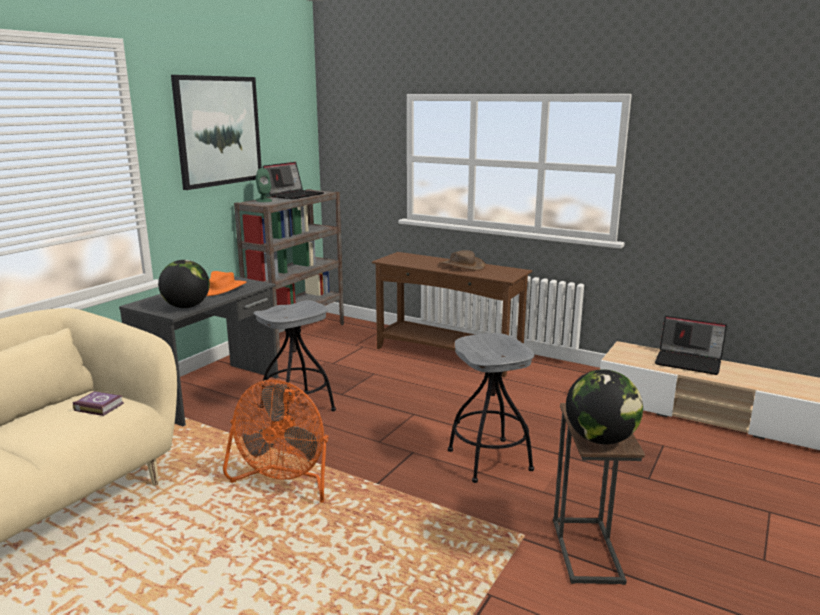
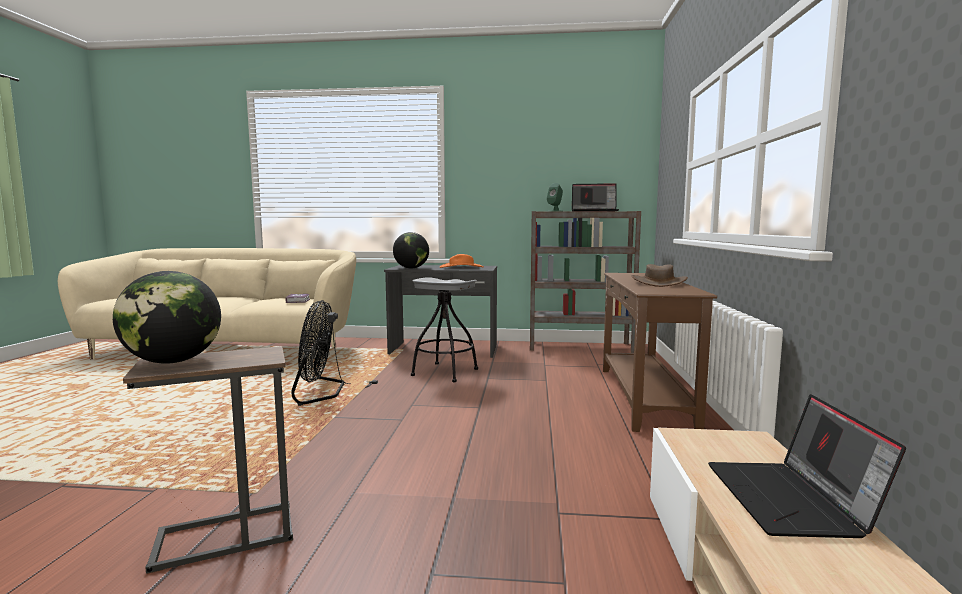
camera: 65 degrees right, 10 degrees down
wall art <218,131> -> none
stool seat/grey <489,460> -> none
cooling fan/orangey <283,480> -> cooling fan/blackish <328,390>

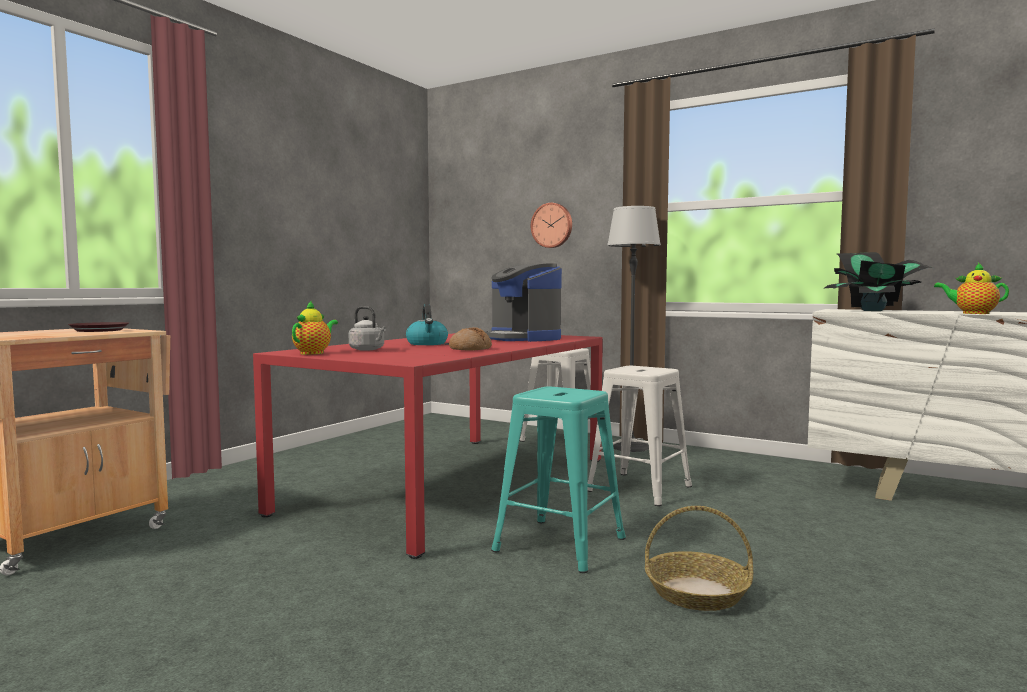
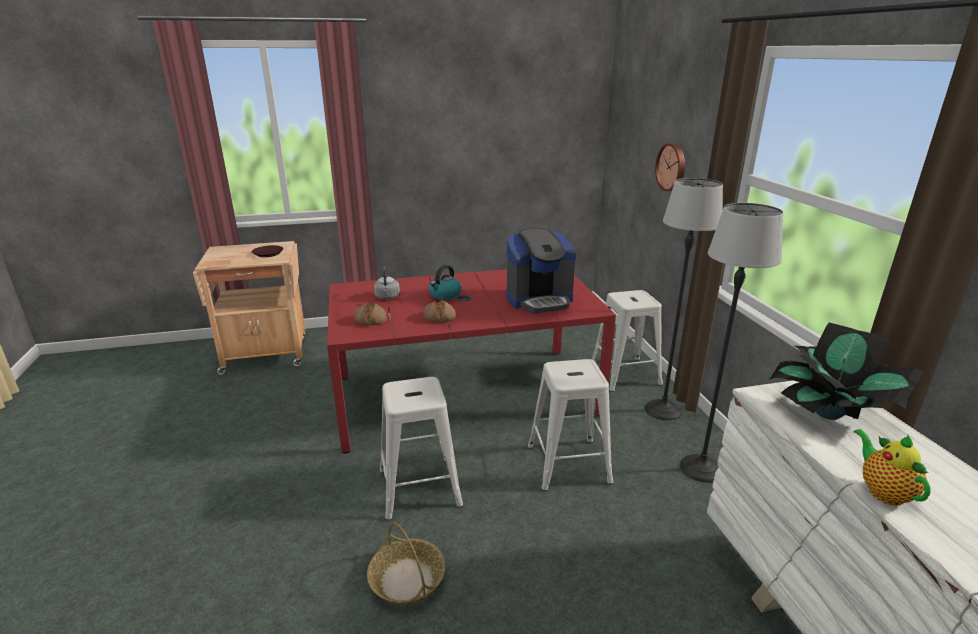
camera: 45 degrees right, 20 degrees up
coffee maker <523,338> -> coffee maker <539,300>, 120 degrees counterclockwise
tea pot <314,353> -> none
stool seat/turquoise-coloured <560,545> -> stool seat/whitish <419,488>
none -> standard lamp <701,468>
none -> baked bread <371,320>

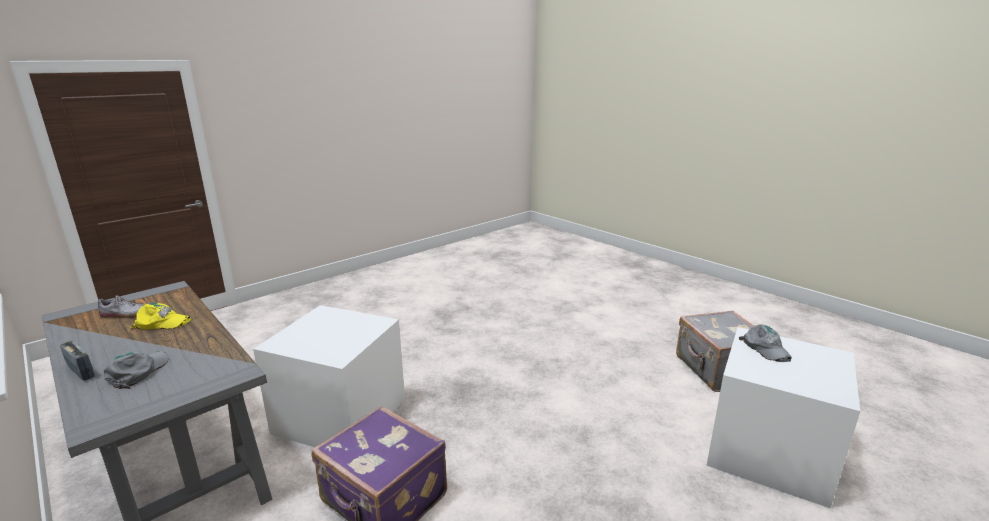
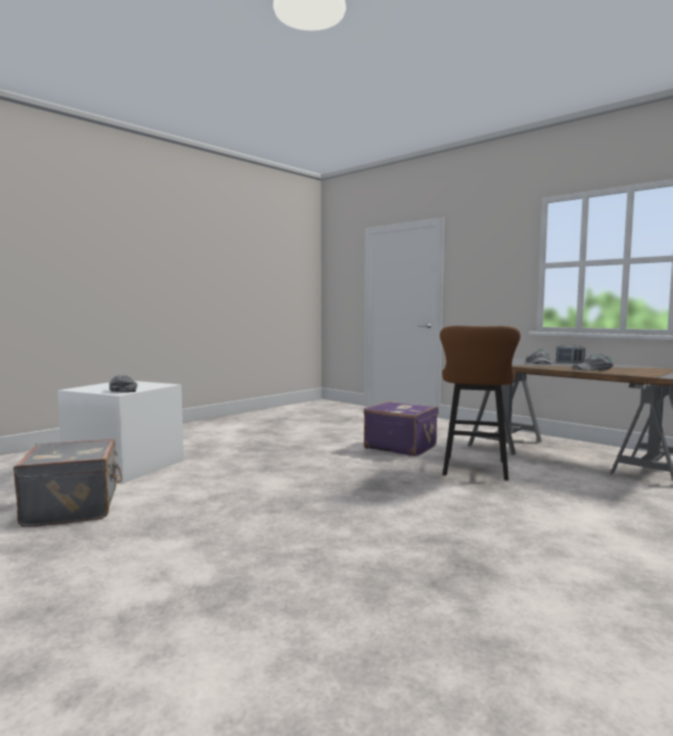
camera: 175 degrees right, 15 degrees down
item of footwear <126,314> -> none
cap/yellowish <162,322> -> cap/grey <593,369>
storage box/whitish <342,414> -> stool seat/brownish <475,470>

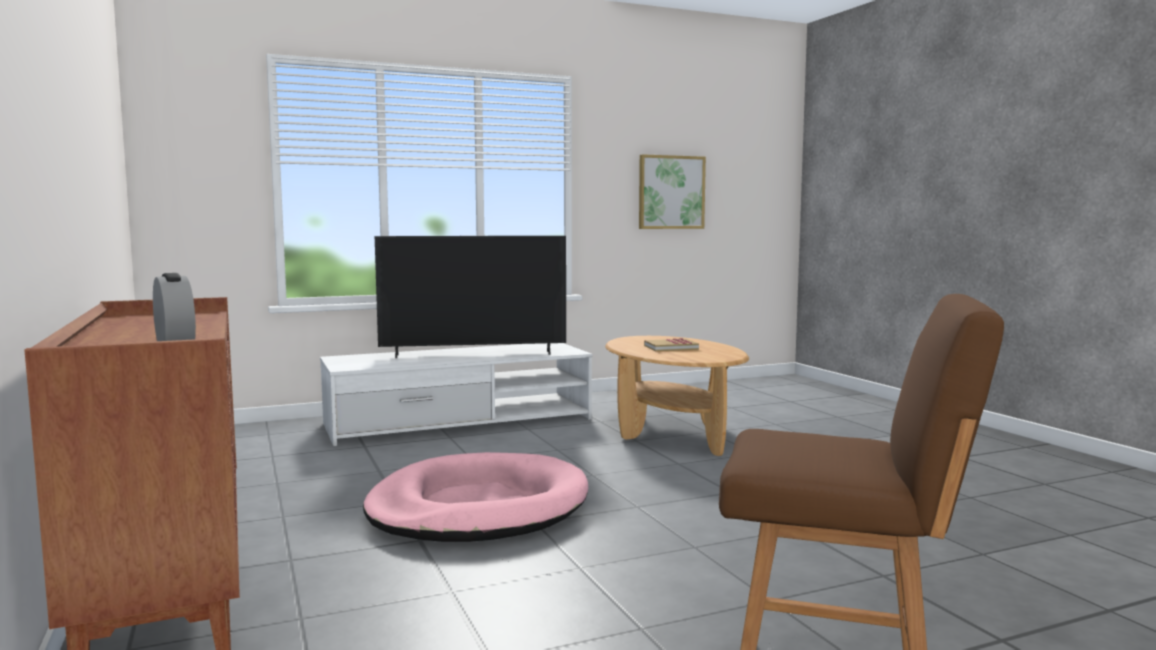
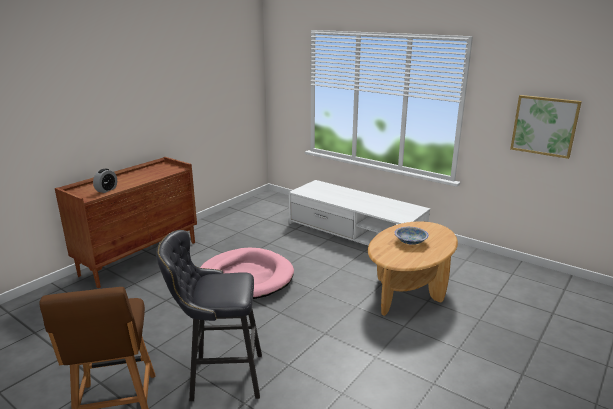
camera: 60 degrees right, 15 degrees up
television <473,354> -> none
bound book <671,347> -> serving bowl <410,241>
none -> stool seat/blackish <217,376>

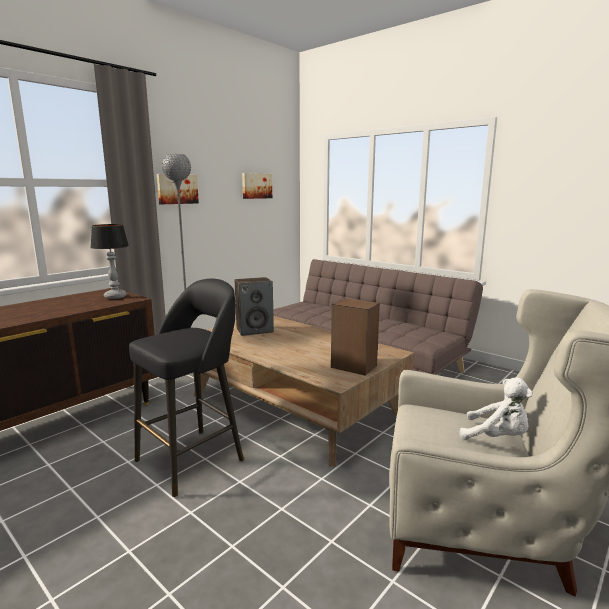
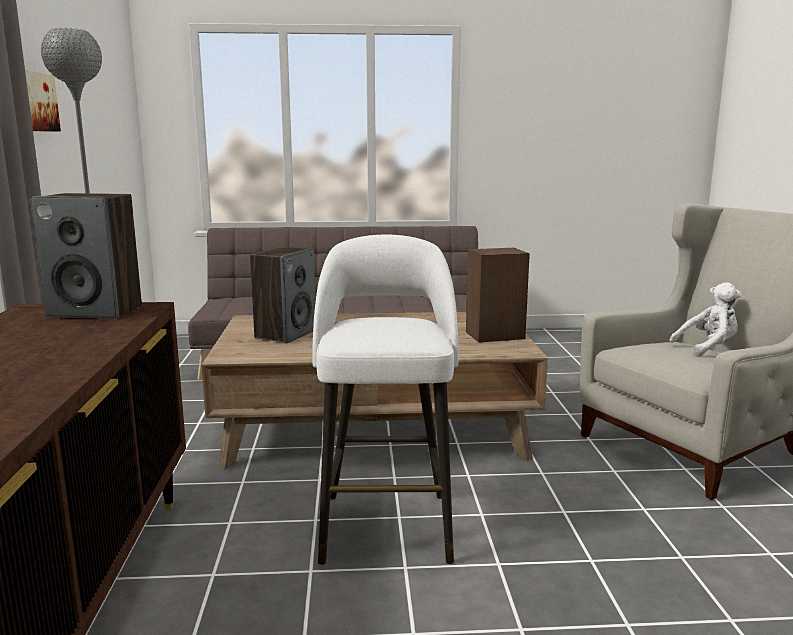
camera: 45 degrees left, 0 degrees up
wall art <256,186> -> none
table lamp <116,297> -> speaker <96,311>
stool seat/blackish <192,459> -> stool seat/whitish <386,524>

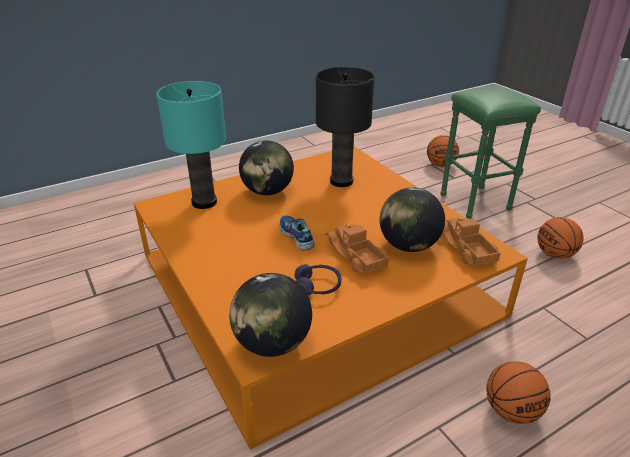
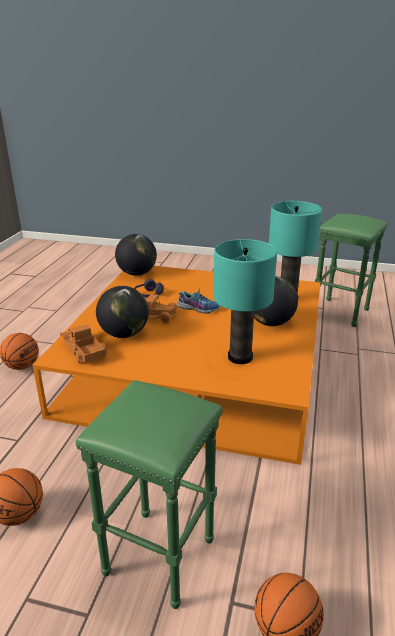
camera: 135 degrees right, 5 degrees down
table lamp/blackish <341,181> -> table lamp/turquoise-coloured <240,357>
toy lorry <465,248> -> toy lorry <83,350>, 150 degrees counterclockwise
none -> stool seat/green-coloured <341,312>

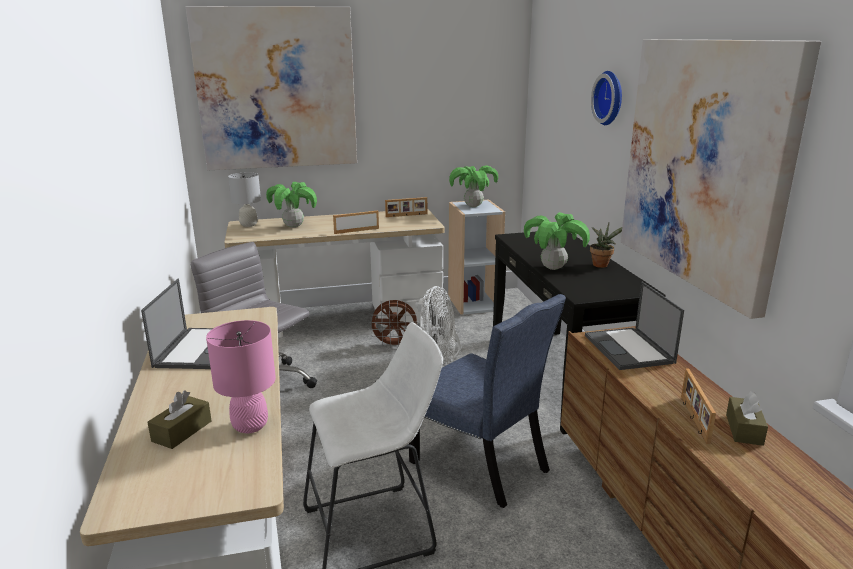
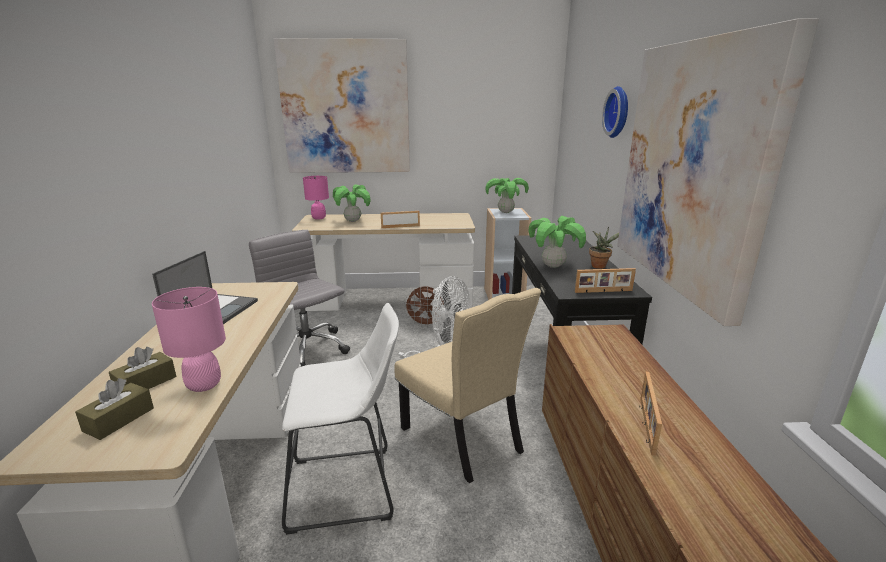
camera: 10 degrees right, 0 degrees up
table lamp/grey <249,225> -> table lamp/pinkish <319,218>
standing frame <406,215> -> standing frame <603,291>, relocated
laptop <629,349> -> none
upright chair/blue <479,463> -> upright chair/sand-coloured <461,436>
tissue box/brownish <744,429> -> tissue box/brownish <119,419>, relocated

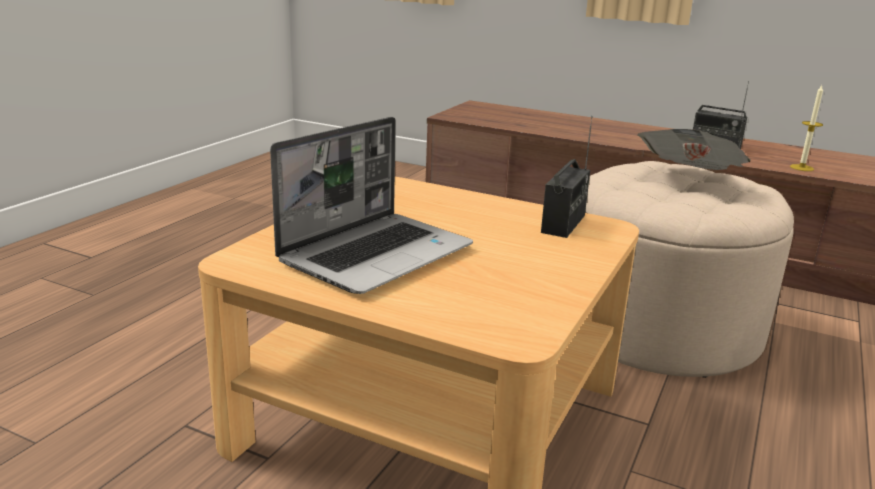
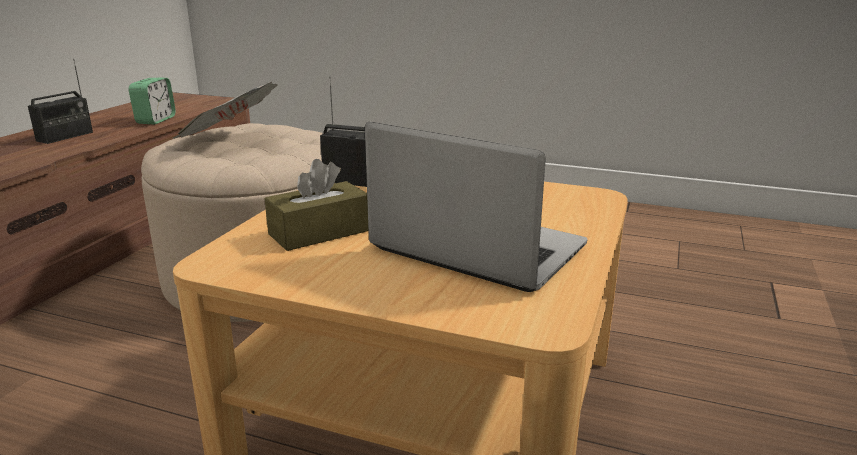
camera: 95 degrees left, 0 degrees up
candle <801,168> -> table clock <156,120>
none -> tissue box/brownish <319,232>

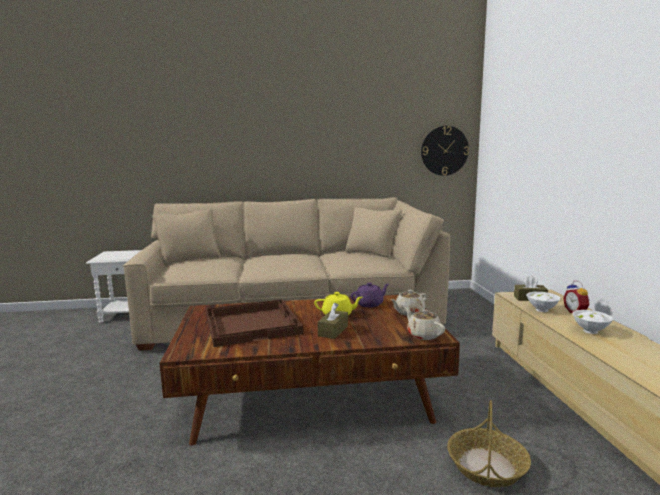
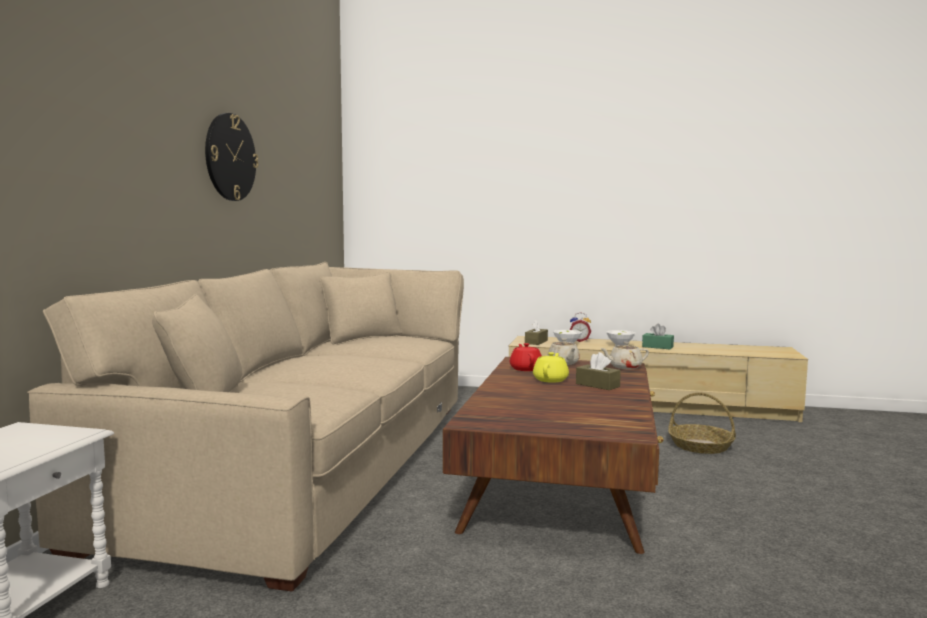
camera: 70 degrees left, 5 degrees down
wall clock <444,150> -> wall clock <230,157>, relocated
tea pot/purple-coloured <370,304> -> tea pot/reddish <526,369>
tray/brownish <252,323> -> none
none -> tissue box/green-coloured <657,347>

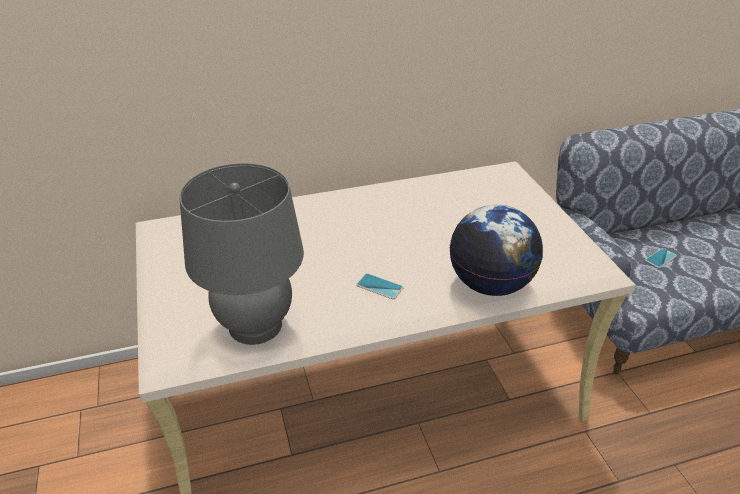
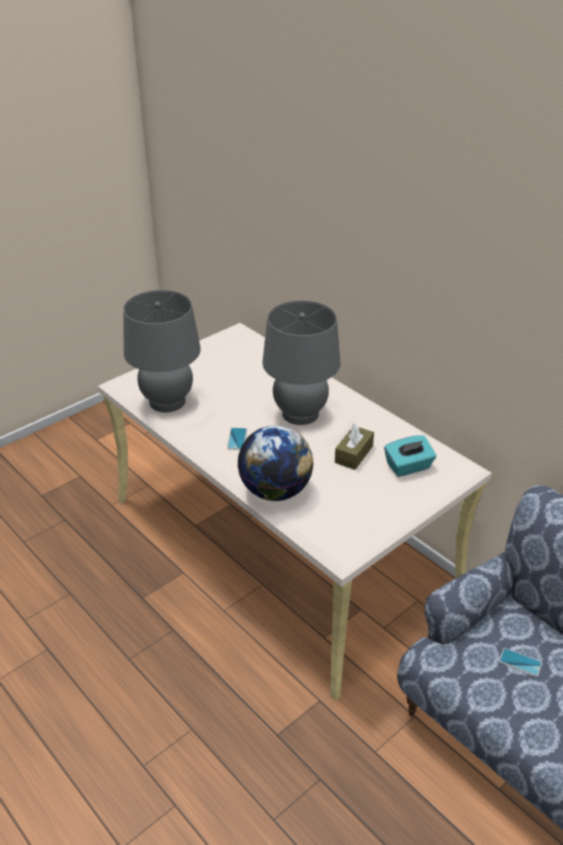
camera: 65 degrees right, 0 degrees up
none -> table lamp/grey <300,414>
none -> tissue box/brownish <354,454>
none -> tissue box/turquoise-coloured <408,467>

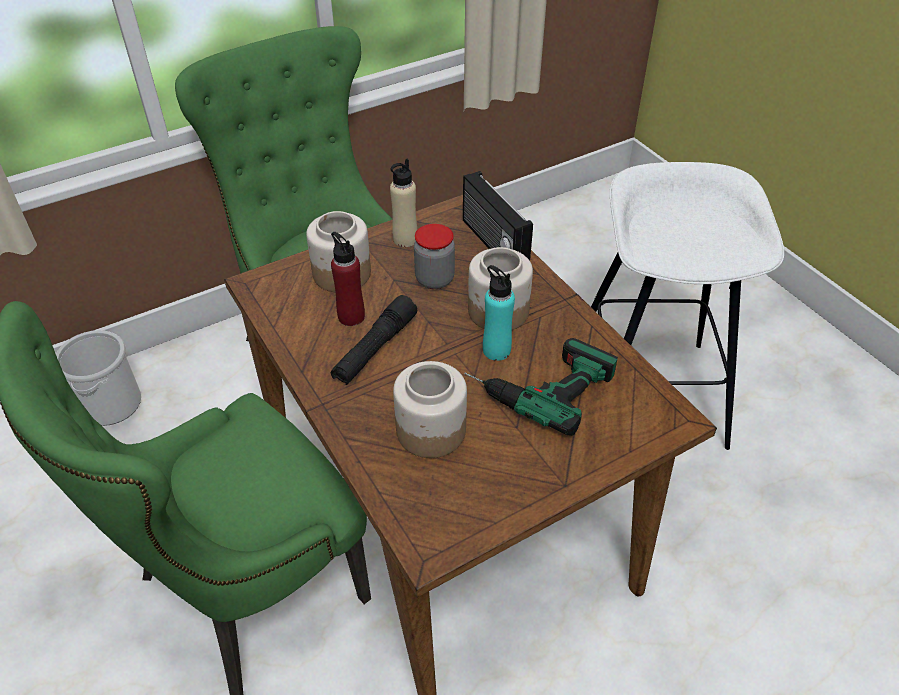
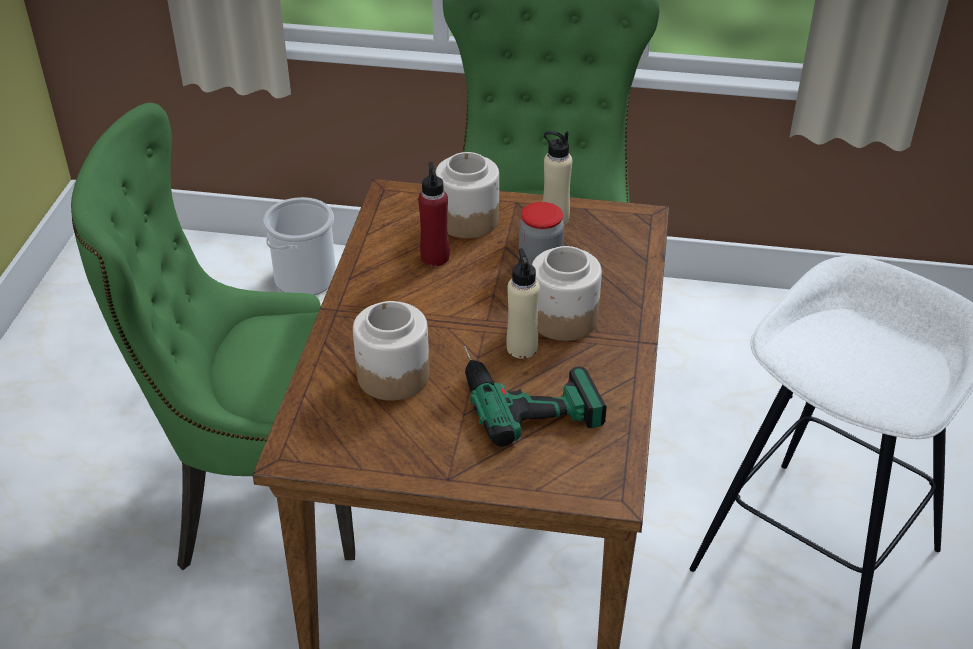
camera: 40 degrees right, 5 degrees down
radio set <493,244> -> none
beverage bottle/turquoise-coloured <496,350> -> beverage bottle/sand-coloured <522,348>
torch/blackish <375,349> -> none

